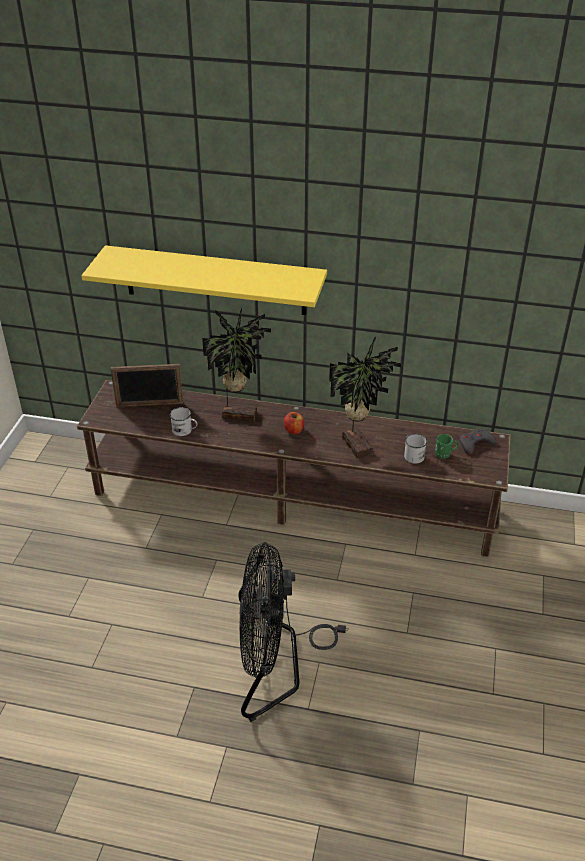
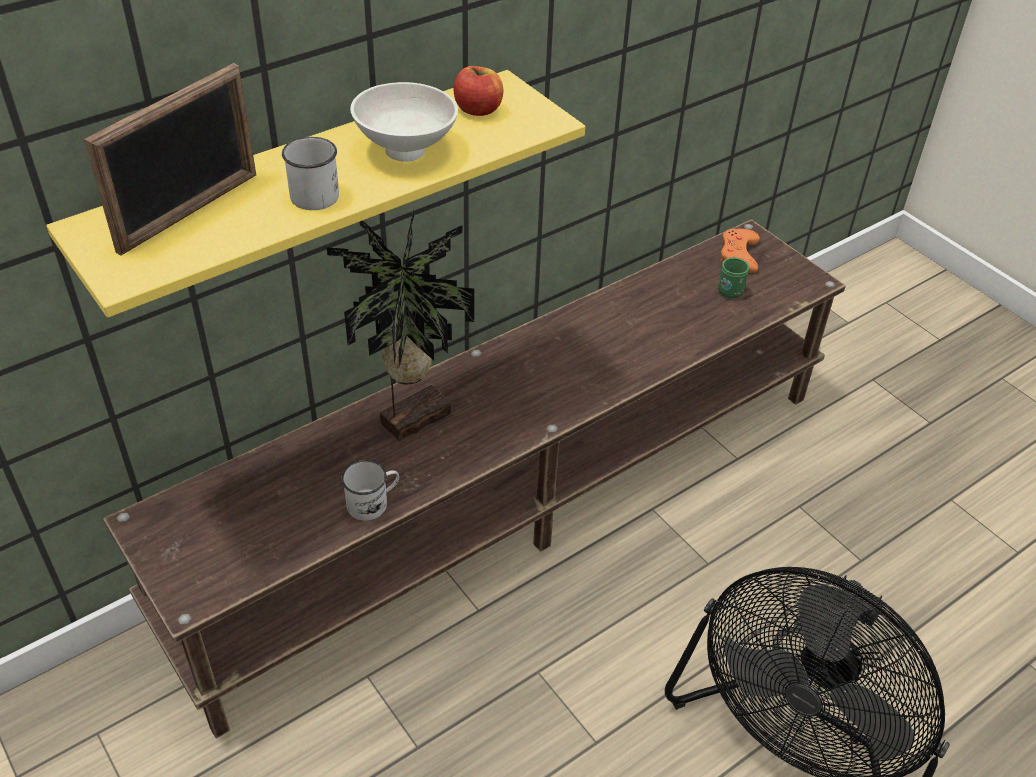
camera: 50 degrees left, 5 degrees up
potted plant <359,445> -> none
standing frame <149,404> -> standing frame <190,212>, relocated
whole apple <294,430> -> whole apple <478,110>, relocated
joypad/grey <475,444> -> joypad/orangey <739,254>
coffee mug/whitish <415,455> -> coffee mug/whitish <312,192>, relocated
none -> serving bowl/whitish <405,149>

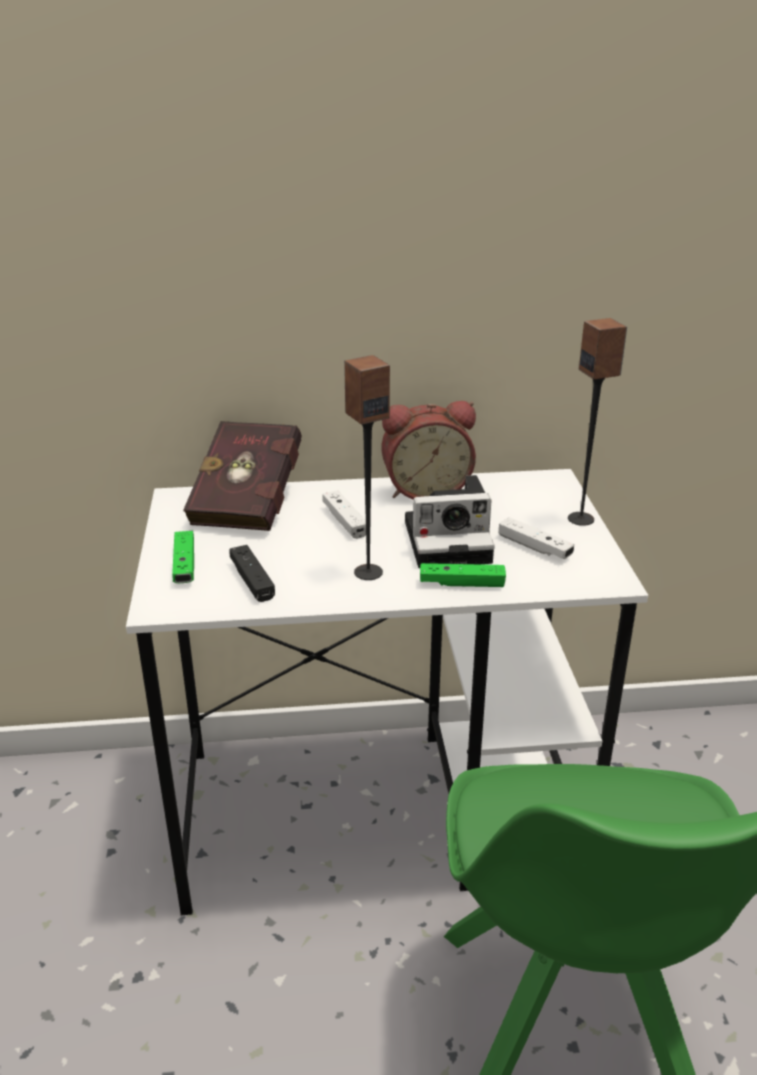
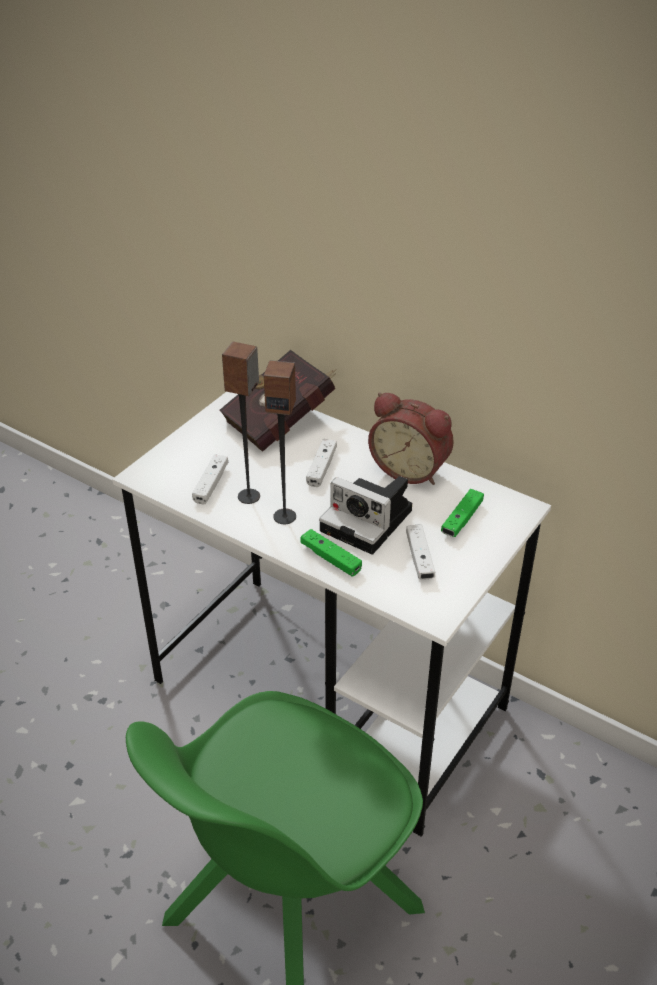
camera: 40 degrees right, 10 degrees up
speaker <581,519> -> speaker <249,496>, relocated
joypad/green-coloured <184,566> -> joypad/green-coloured <462,519>, relocated
joypad/blackish <252,580> -> joypad/whitish <211,484>

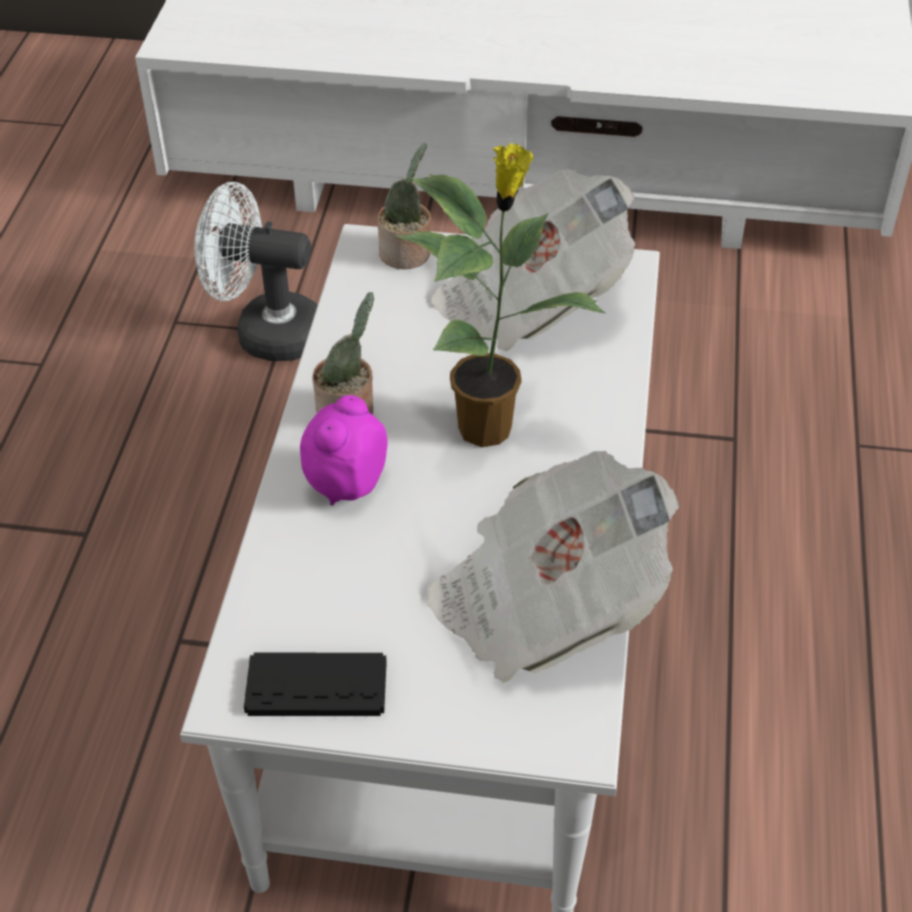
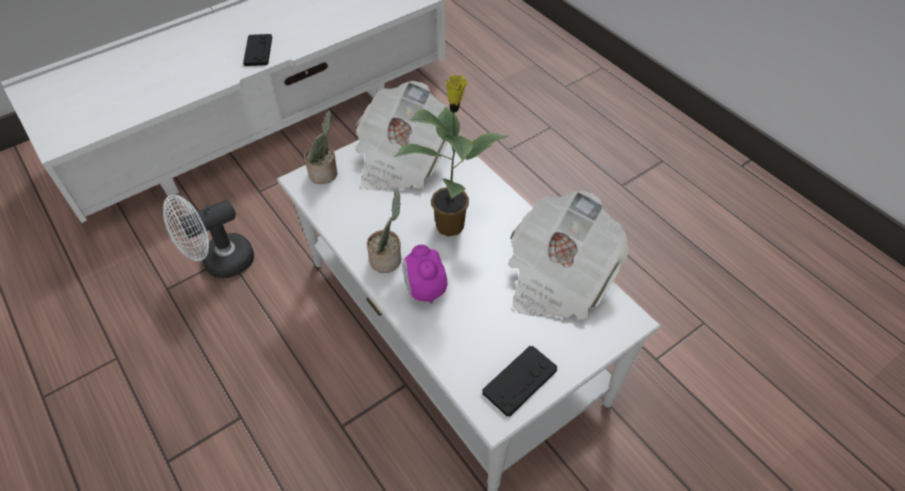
camera: 45 degrees left, 5 degrees up
none -> joypad/blackish <258,51>

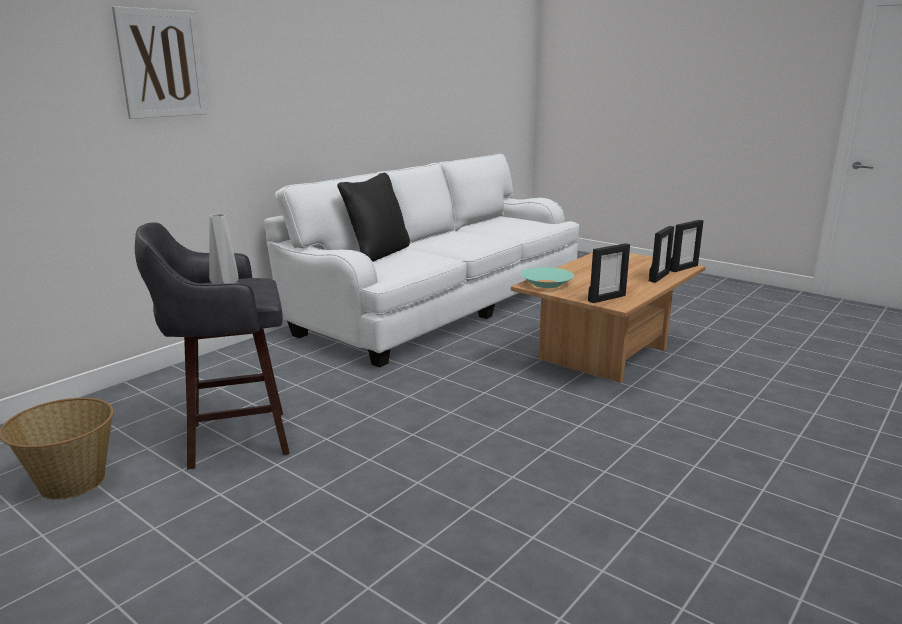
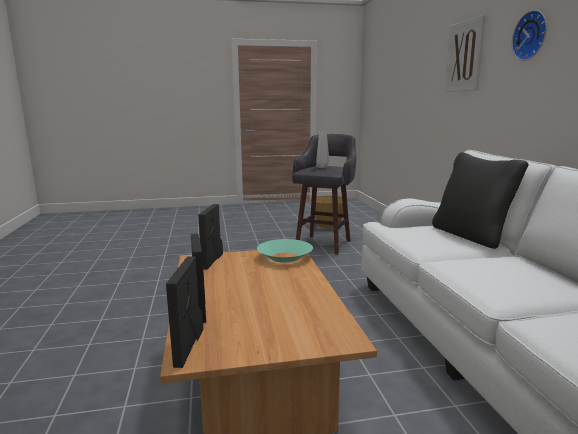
camera: 130 degrees right, 5 degrees down
none -> wall clock <531,36>

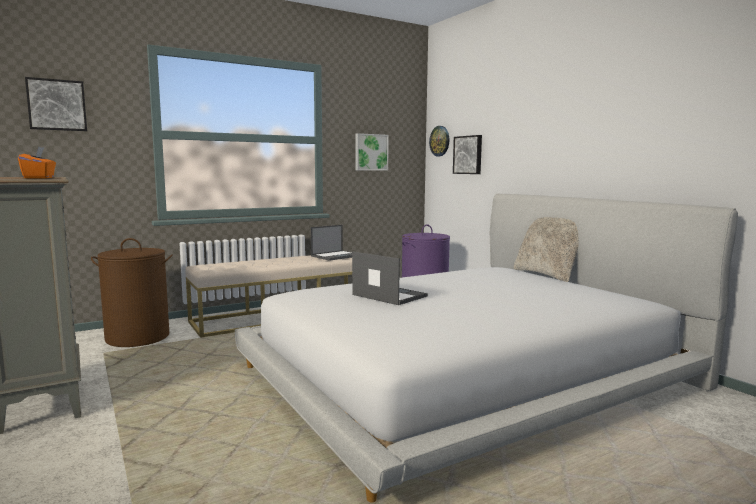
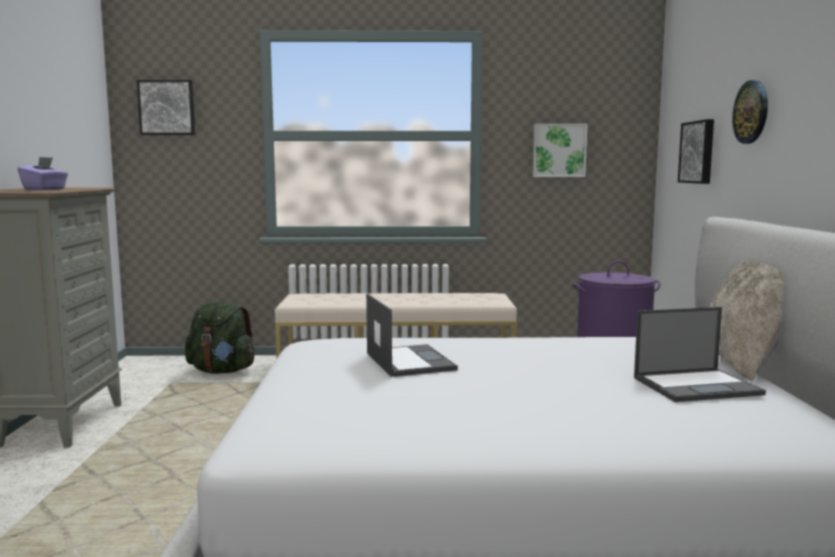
camera: 30 degrees right, 0 degrees up
wall clock <440,141> -> wall clock <751,112>, relocated
tissue box/orangey <39,178> -> tissue box/purple-coloured <45,189>
laptop <336,256> -> laptop <697,386>, relocated
laundry basket/brownish <138,337> -> backpack/green-coloured <222,371>

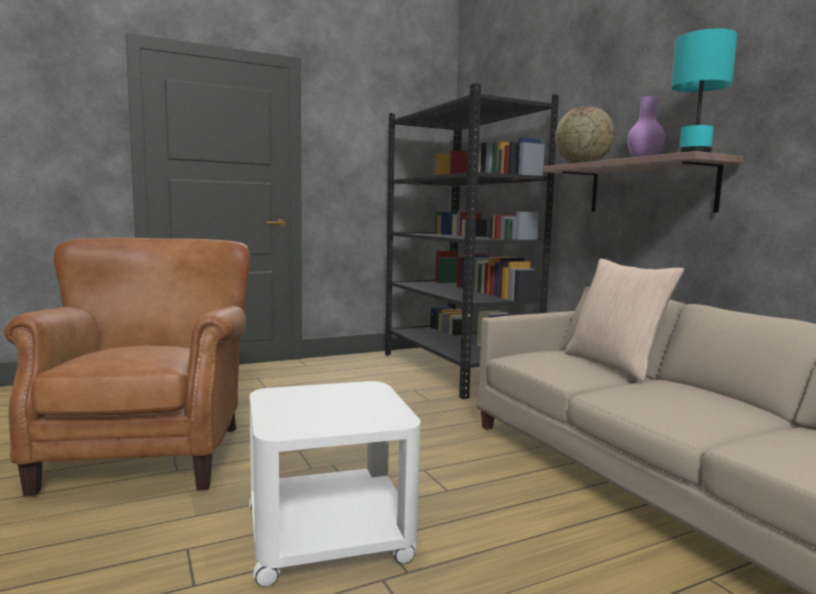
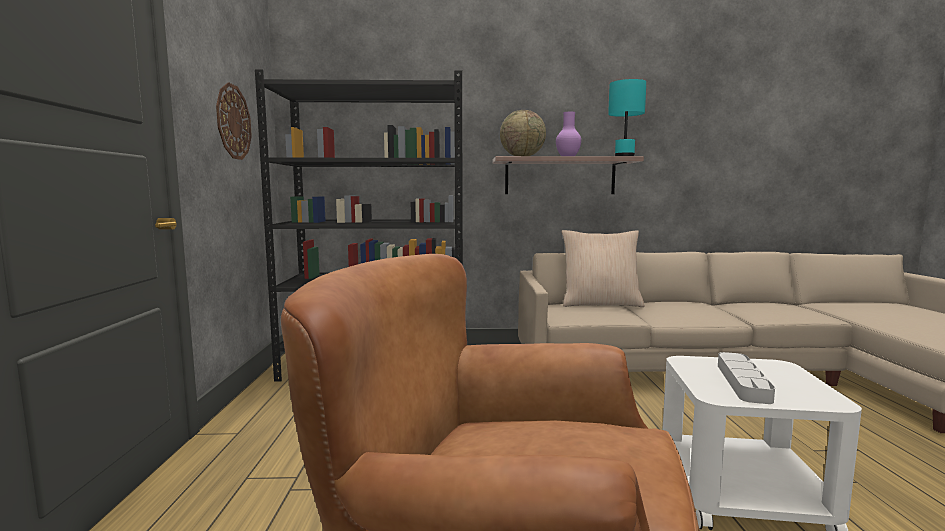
camera: 65 degrees left, 0 degrees up
none -> wall clock <233,122>
none -> tray/grey <743,382>

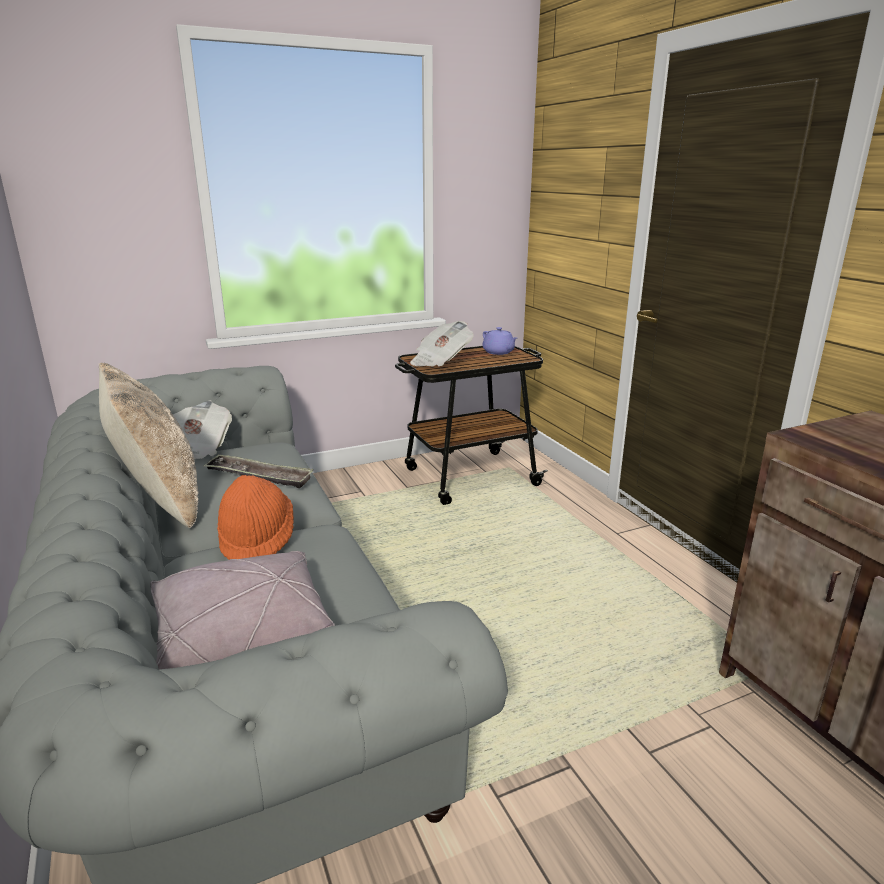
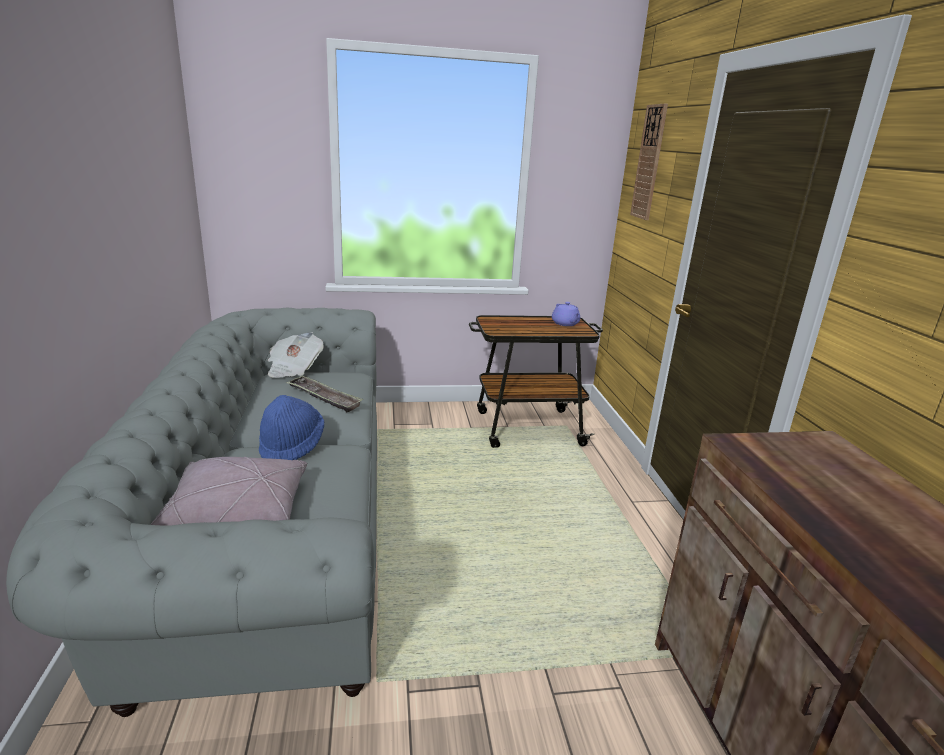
camera: 15 degrees right, 0 degrees up
daily paper <440,361> -> none
cushion/sand-coloured <160,503> -> none
clothing hat/orangey <257,539> -> clothing hat/blue <292,446>
none -> wall clock <649,163>

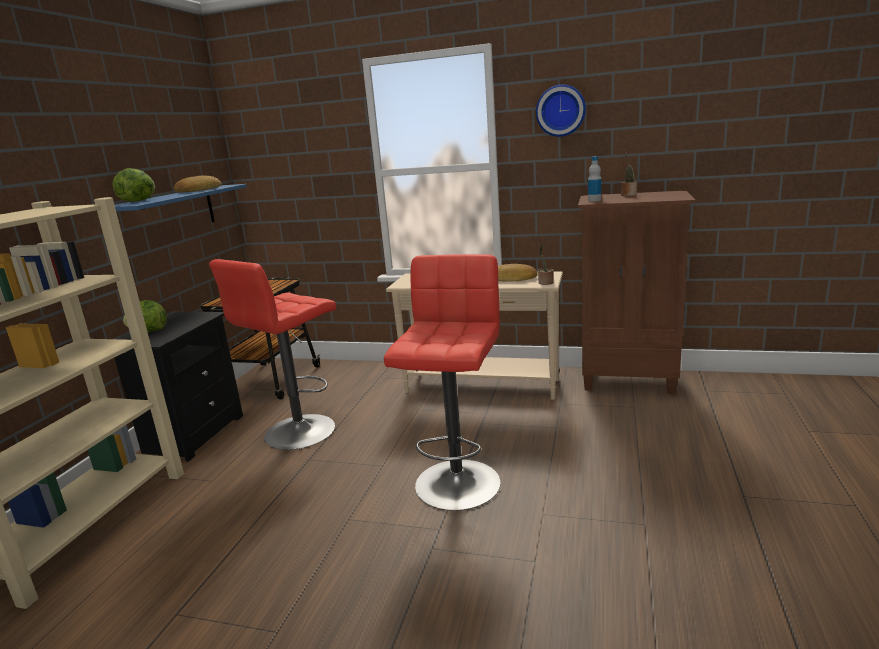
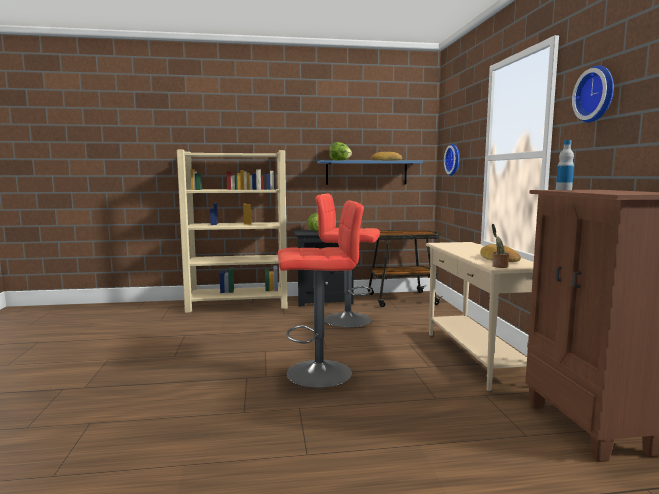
camera: 65 degrees right, 10 degrees down
potted plant <628,195> -> none
none -> wall clock <454,159>

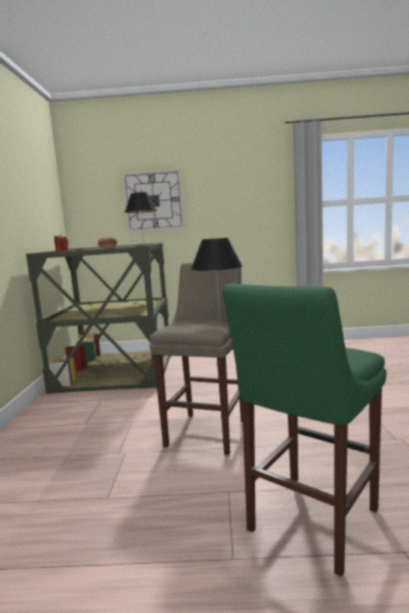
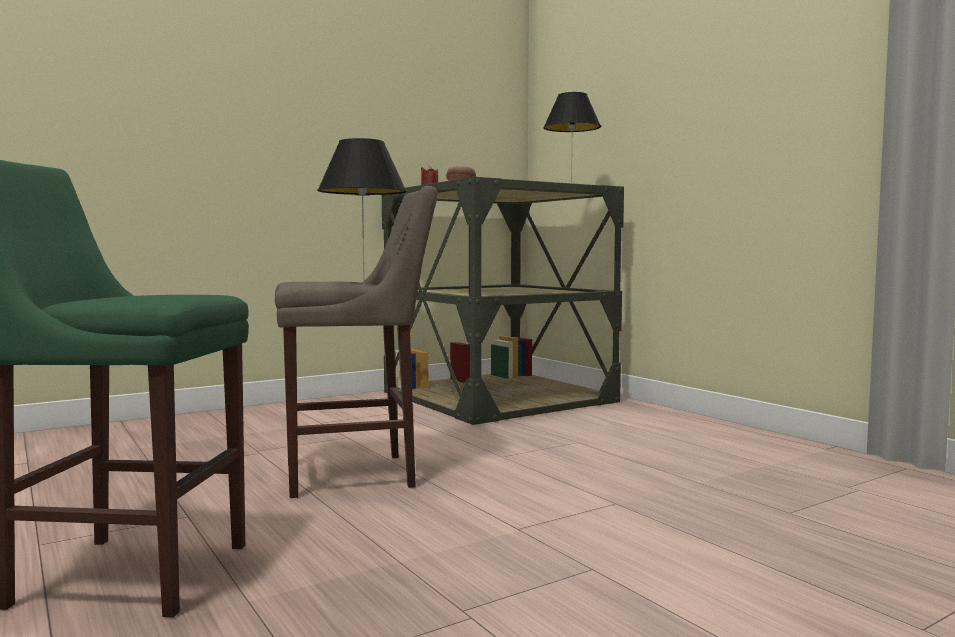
camera: 55 degrees right, 5 degrees down
wall clock <153,201> -> none

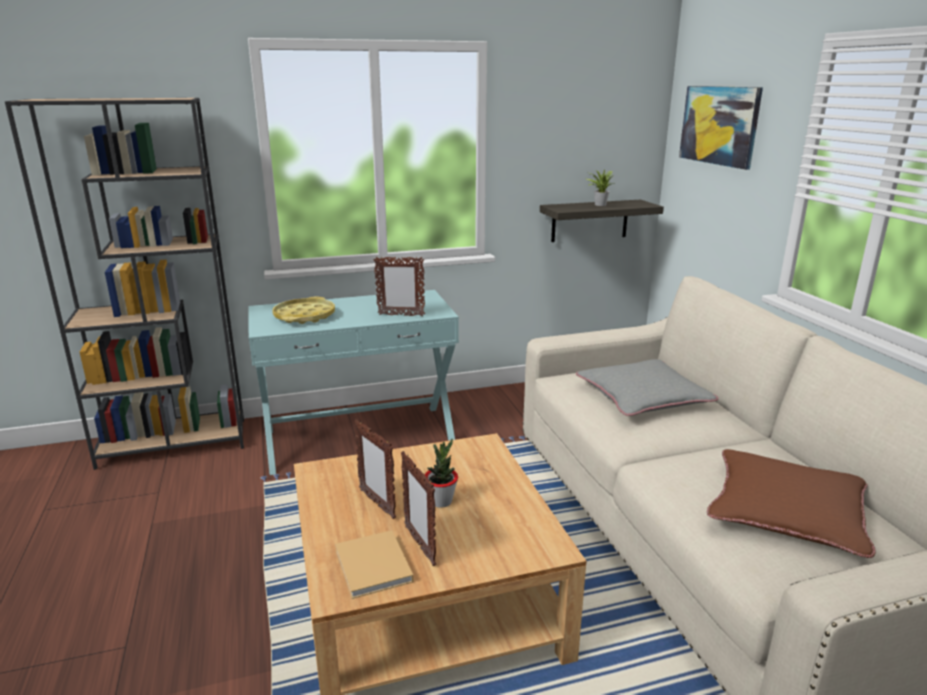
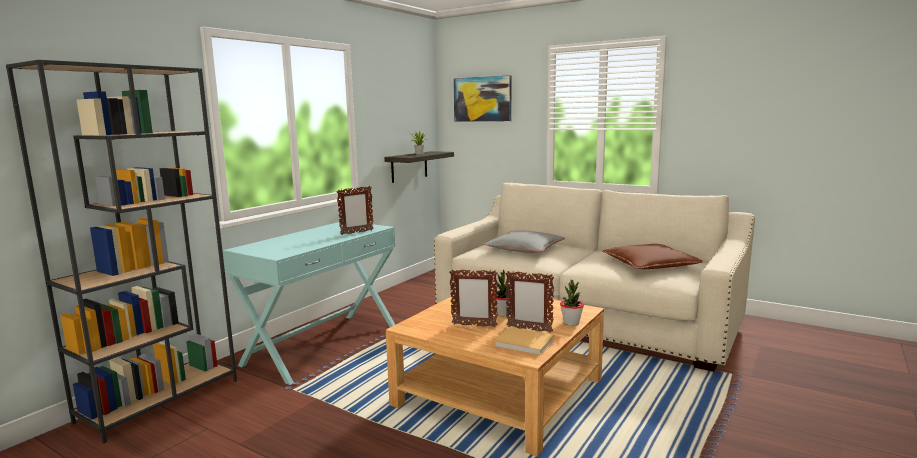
camera: 40 degrees left, 10 degrees down
tray/yellowish <304,316> -> none
none -> potted plant <571,323>

